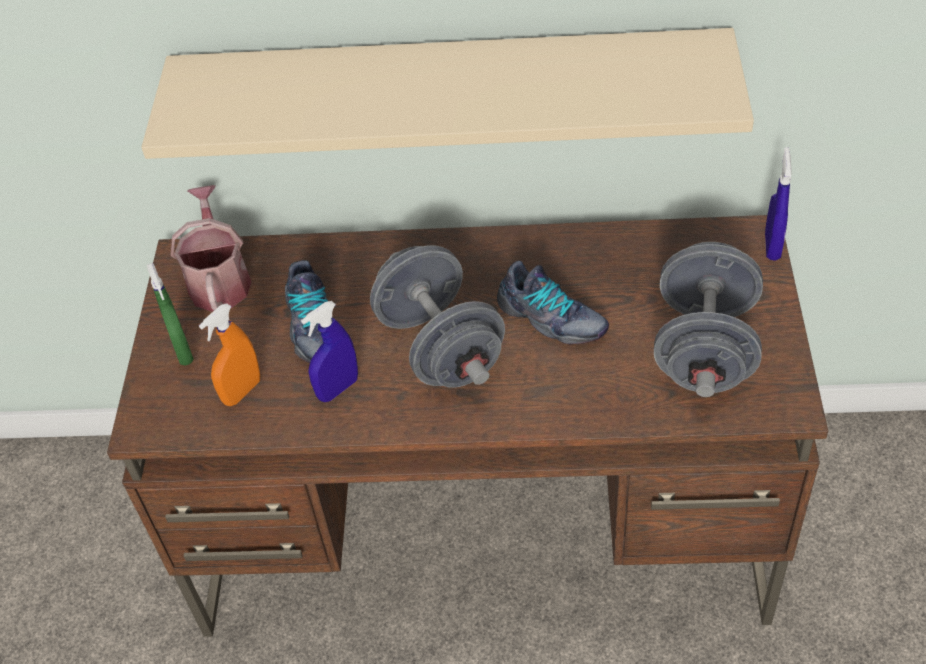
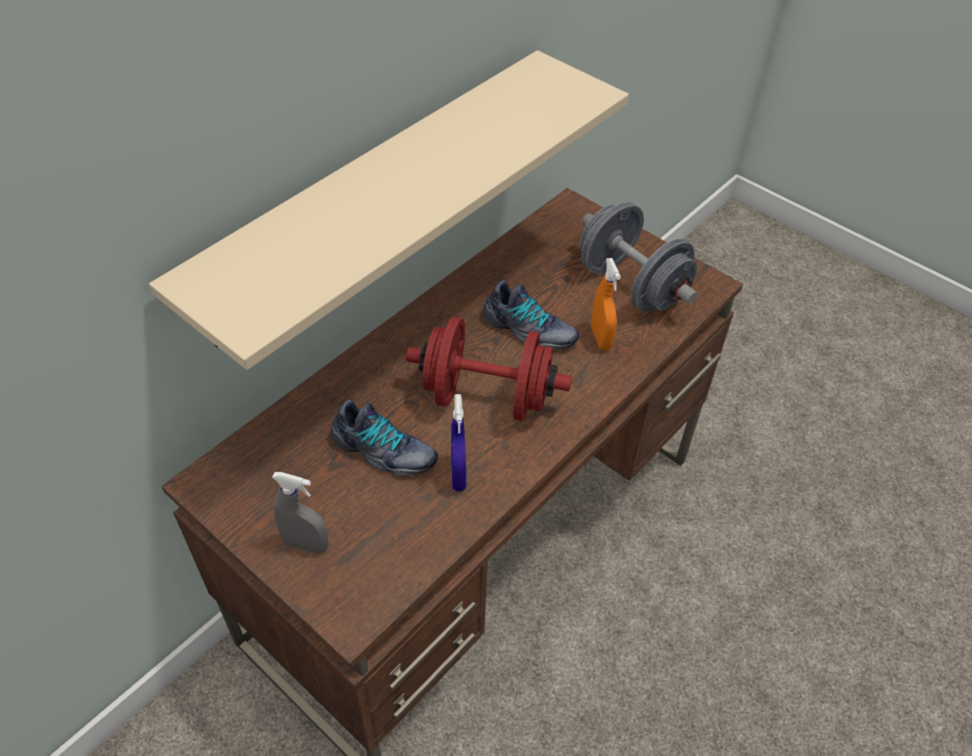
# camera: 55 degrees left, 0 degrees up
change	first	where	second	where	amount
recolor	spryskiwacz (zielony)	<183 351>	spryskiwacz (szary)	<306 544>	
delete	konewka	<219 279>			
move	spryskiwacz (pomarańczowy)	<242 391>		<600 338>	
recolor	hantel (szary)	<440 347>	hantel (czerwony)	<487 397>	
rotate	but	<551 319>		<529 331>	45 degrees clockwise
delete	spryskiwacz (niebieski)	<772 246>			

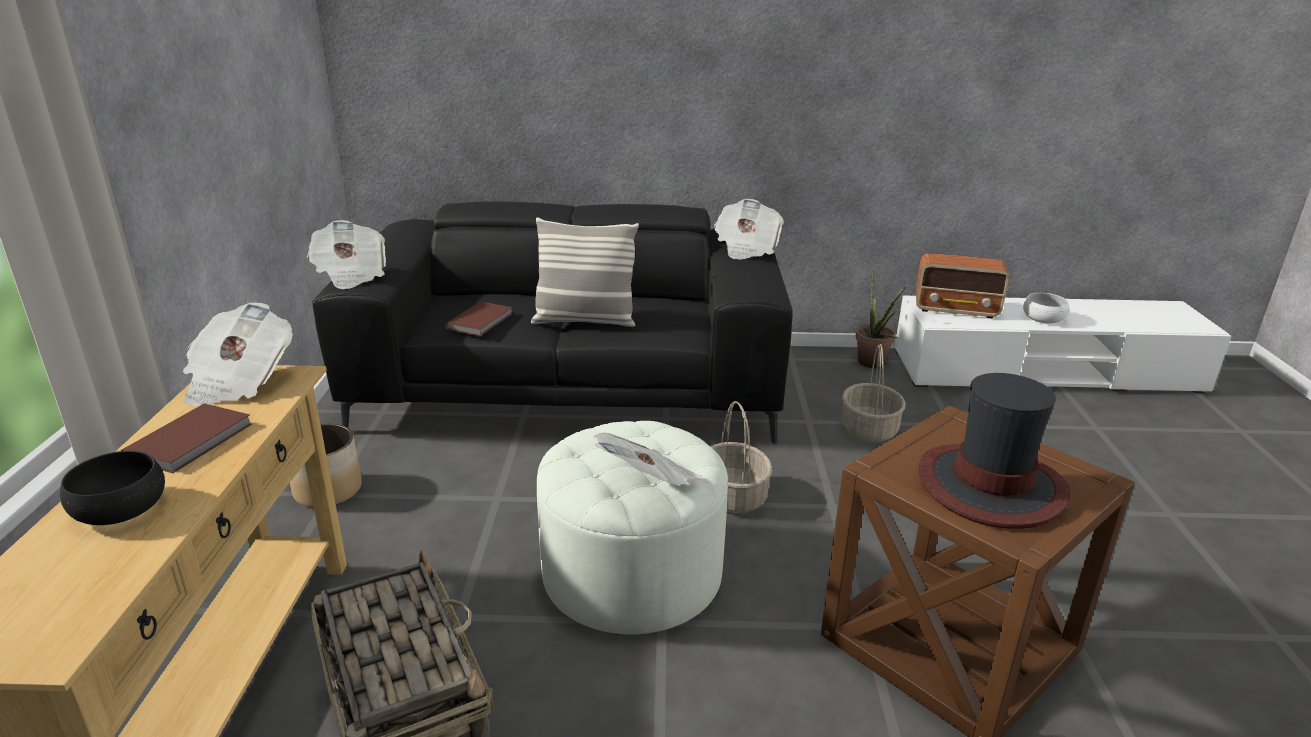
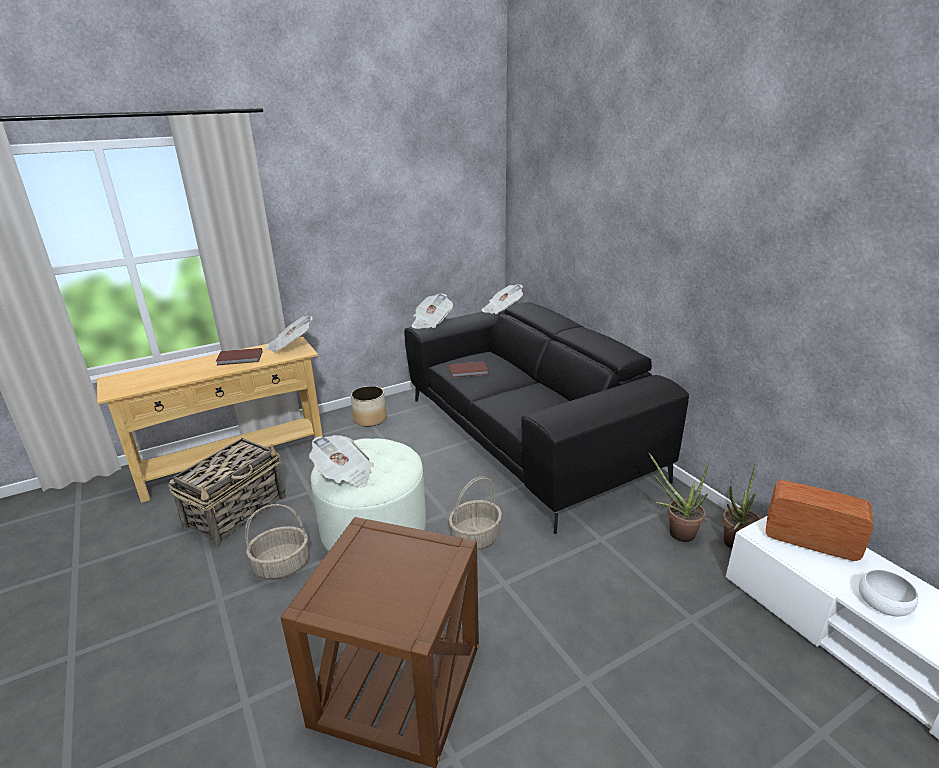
# camera: 60 degrees right, 0 degrees up
change	first	where	second	where	amount
delete	miska (czarny)	<120 509>			
delete	poduszka	<585 321>			
move	gazeta	<746 248>		<502 310>	
move	koszyk	<869 430>		<281 566>	
rotate	radio	<957 310>		<809 541>	135 degrees clockwise
delete	kapelusz	<991 486>			
insert			roślina doniczkowa	<676 533>	

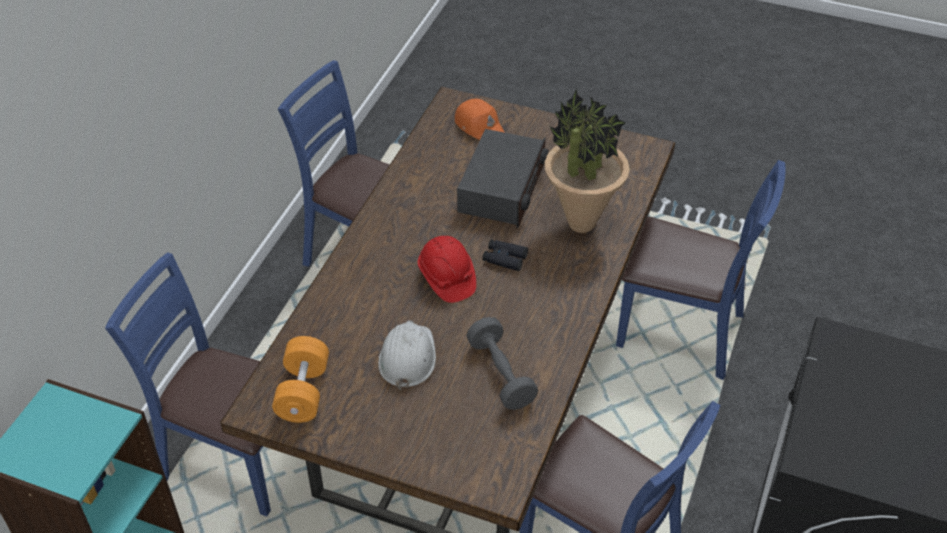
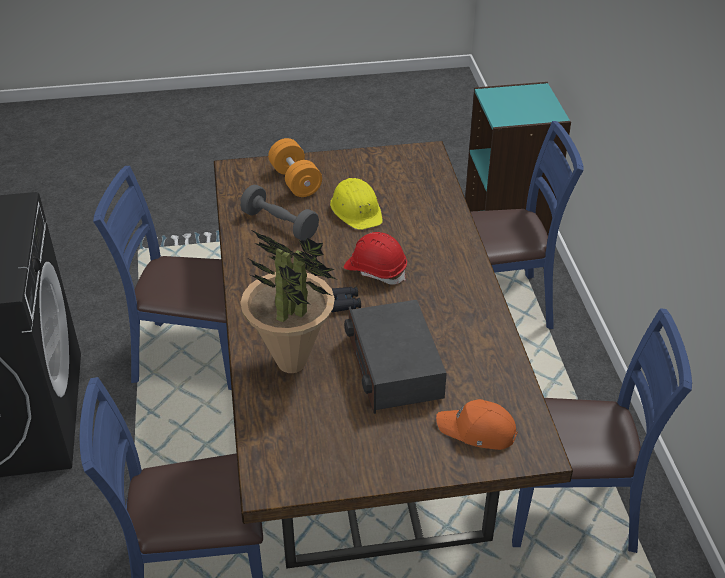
# camera: 150 degrees right, 5 degrees down
change	first	where	second	where	amount
move	hantel (pomarańczowy)	<303 392>		<295 181>	
recolor	kask (biały)	<407 357>	kask (żółty)	<356 210>	

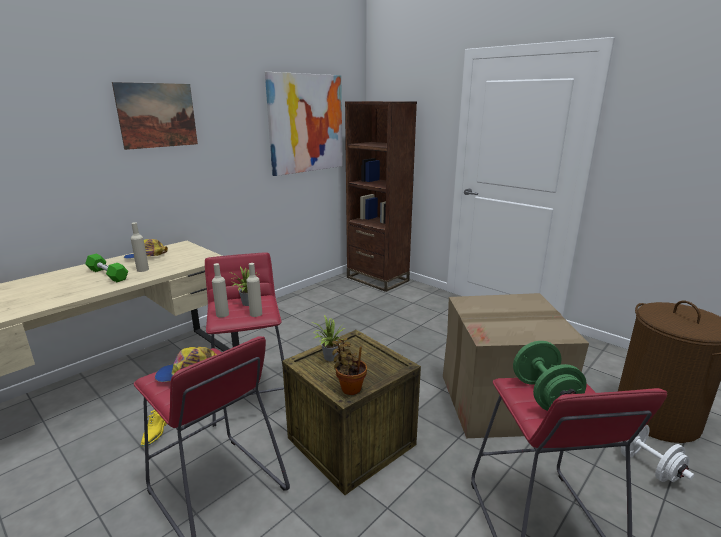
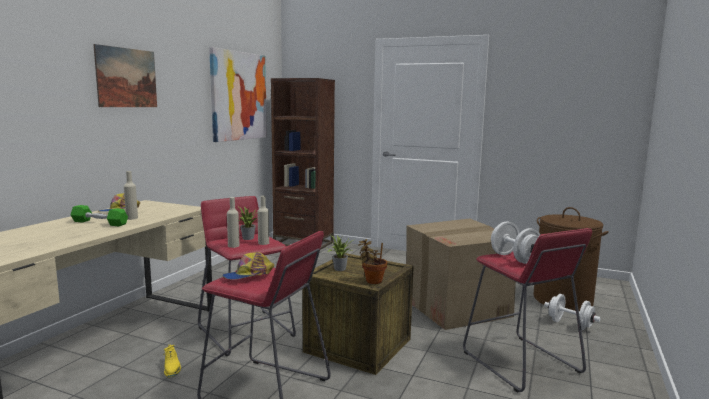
# camera: 20 degrees left, 10 degrees down
change	first	where	second	where	amount
recolor	hantel (zielony)	<544 396>	hantel (biały)	<515 258>	

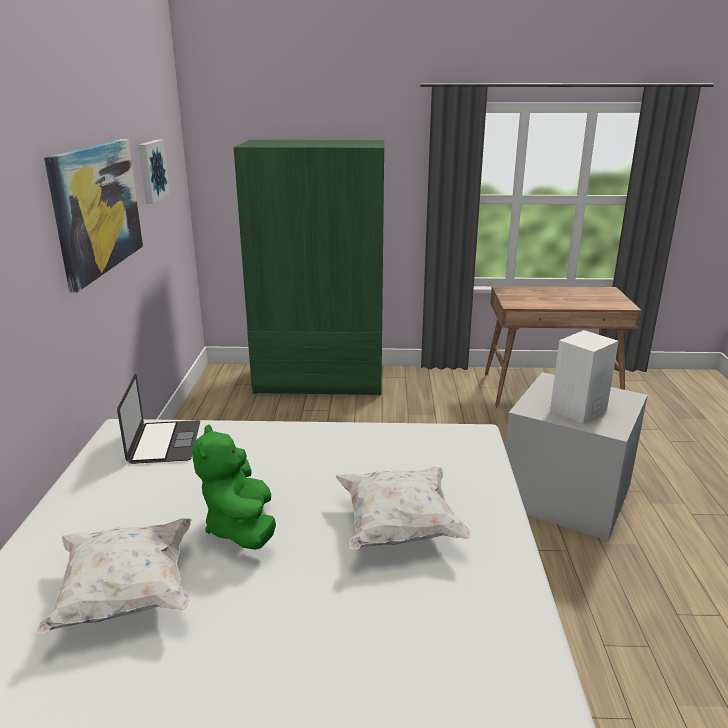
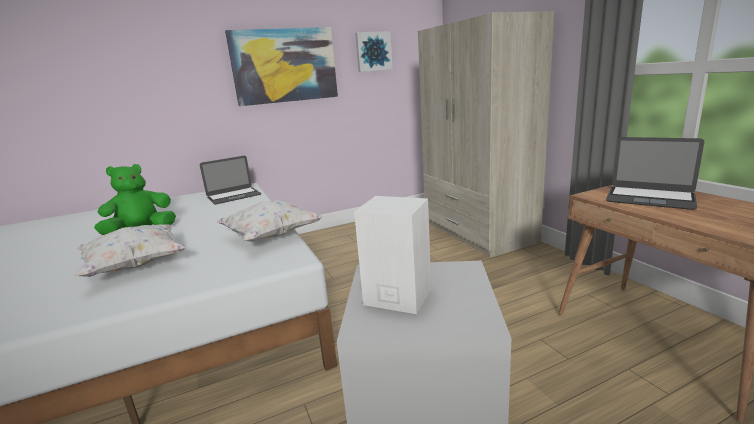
# camera: 65 degrees right, 5 degrees down
change	first	where	second	where	amount
move	poduszka (biały)	<126 594>		<271 236>	
recolor	szafa (zielony)	<320 380>	szafa (beżowy)	<477 232>	
insert			laptop	<650 198>	

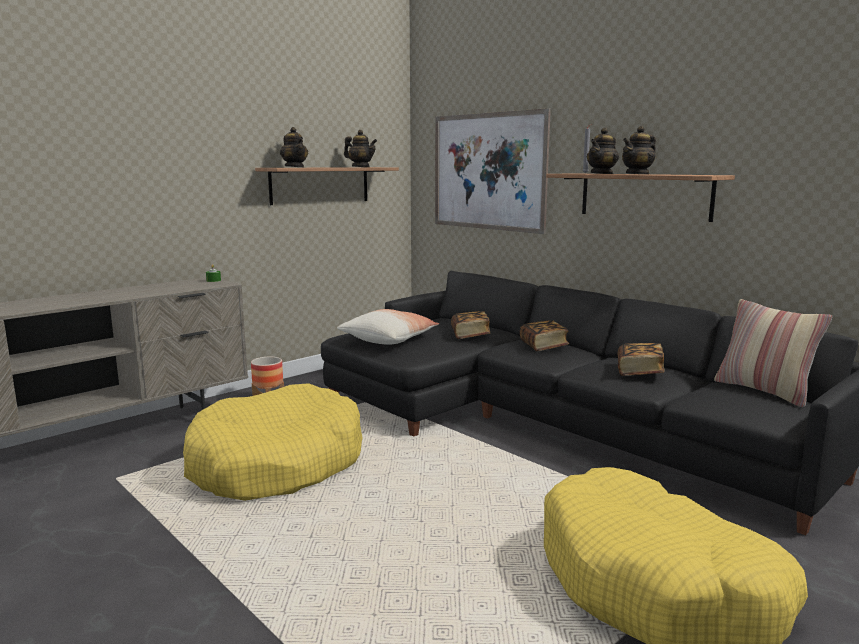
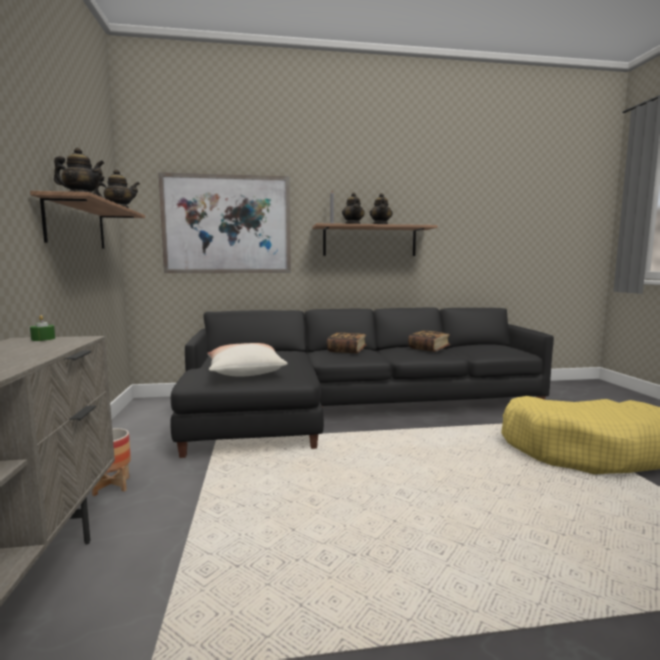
# camera: 55 degrees left, 5 degrees down
change	first	where	second	where	amount
delete	legowisko (żółty)	<276 463>			
delete	książka	<470 335>			
delete	poduszka	<764 391>			

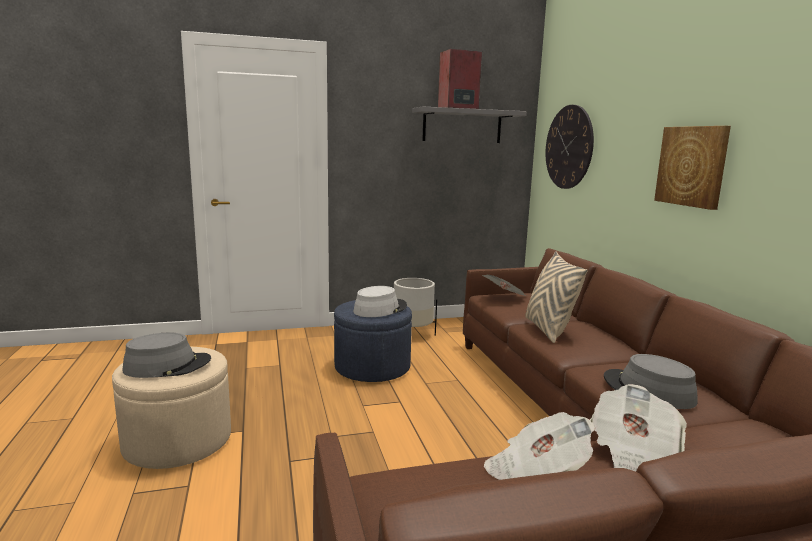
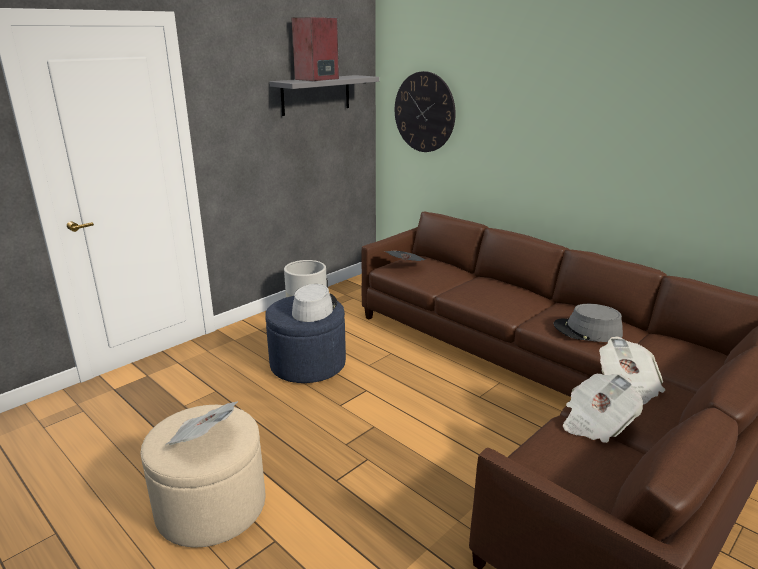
# camera: 30 degrees left, 10 degrees up
change	first	where	second	where	amount
replace	kapelusz (szary)	<168 365>	gazeta	<204 439>	
delete	poduszka (beżowy)	<548 330>			
delete	obraz	<692 166>			

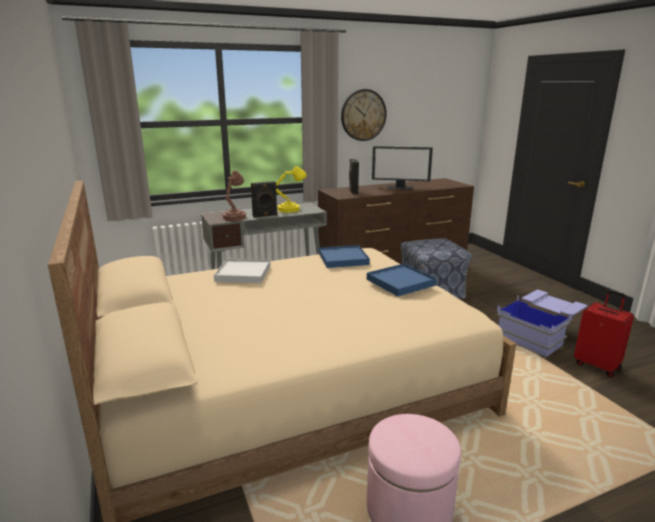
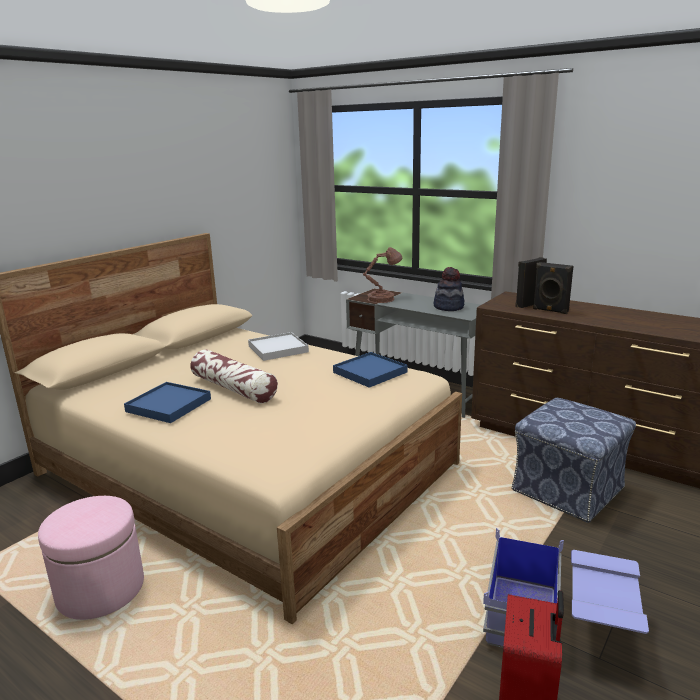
# camera: 60 degrees right, 0 degrees up
change	first	where	second	where	amount
move	głośnik (czarny)	<265 216>		<550 310>	
replace	lampa stołowa (żółty)	<290 209>	kapelusz	<448 307>	
delete	zegar ścienny	<363 115>			
move	taca (niebieski)	<400 282>		<168 405>	
delete	monitor	<400 187>			
insert			poduszka	<234 388>	

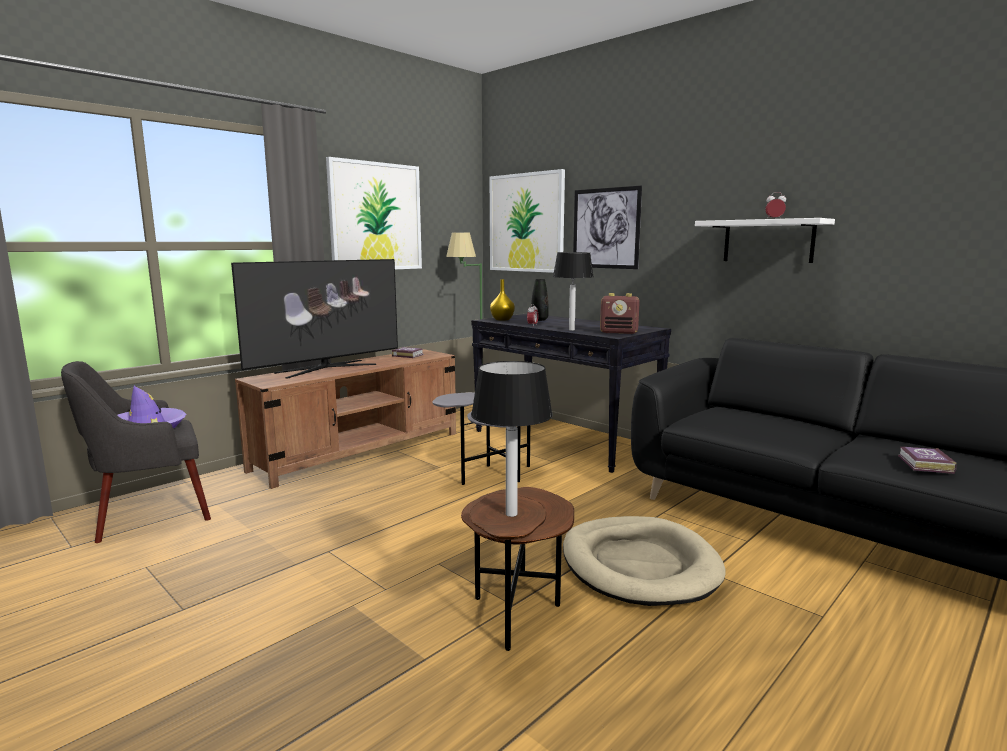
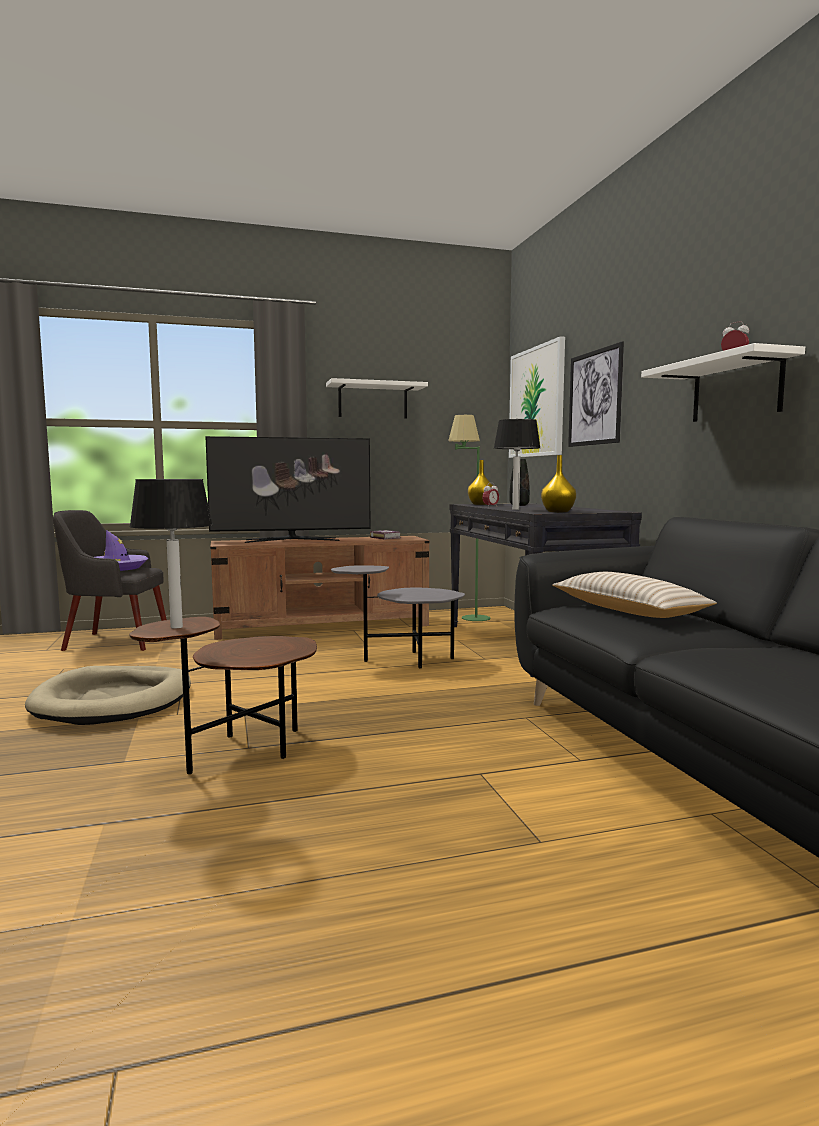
# camera: 30 degrees right, 5 degrees down
change	first	where	second	where	amount
replace	obraz	<376 217>	półka (biały)	<373 401>	
move	legowisko (beżowy)	<639 565>		<114 701>	
replace	radio	<619 332>	wazon (żółty)	<558 511>	
delete	książka	<924 464>			
insert			poduszka (beżowy)	<628 611>	

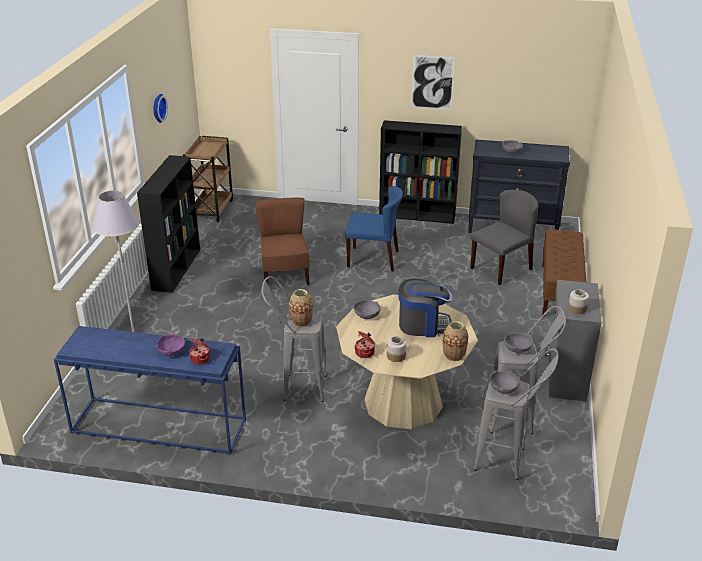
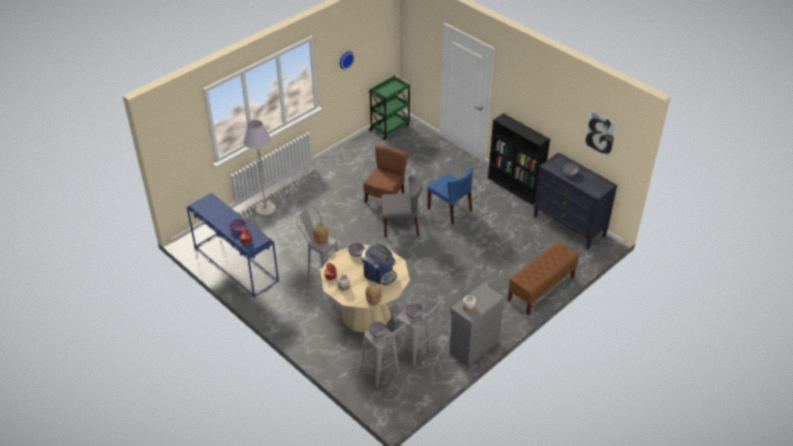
# camera: 35 degrees right, 10 degrees up
change	first	where	second	where	amount
delete	regał (czarny)	<176 268>			
recolor	wózek (brązowy)	<211 209>	wózek (zielony)	<390 127>	
move	obraz	<432 82>		<600 134>	
move	krzesło (szary)	<501 268>		<401 226>	

